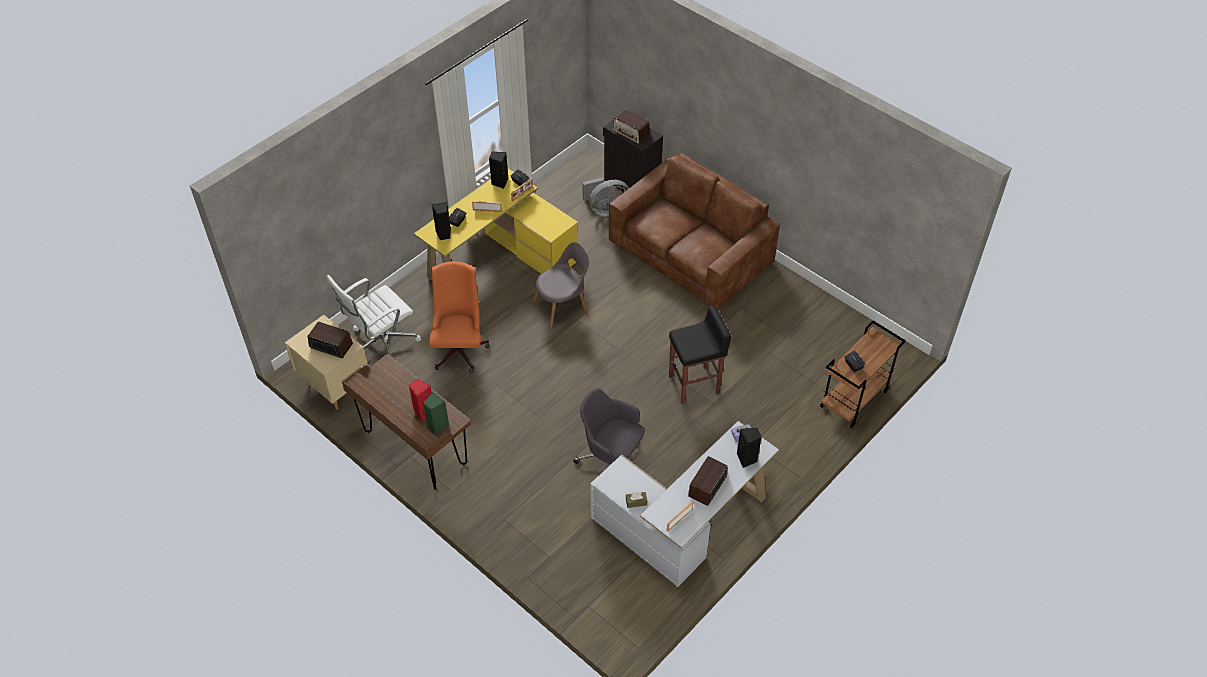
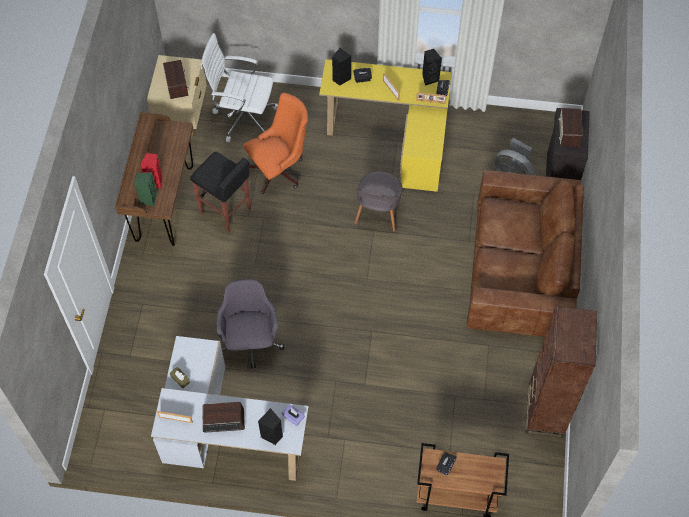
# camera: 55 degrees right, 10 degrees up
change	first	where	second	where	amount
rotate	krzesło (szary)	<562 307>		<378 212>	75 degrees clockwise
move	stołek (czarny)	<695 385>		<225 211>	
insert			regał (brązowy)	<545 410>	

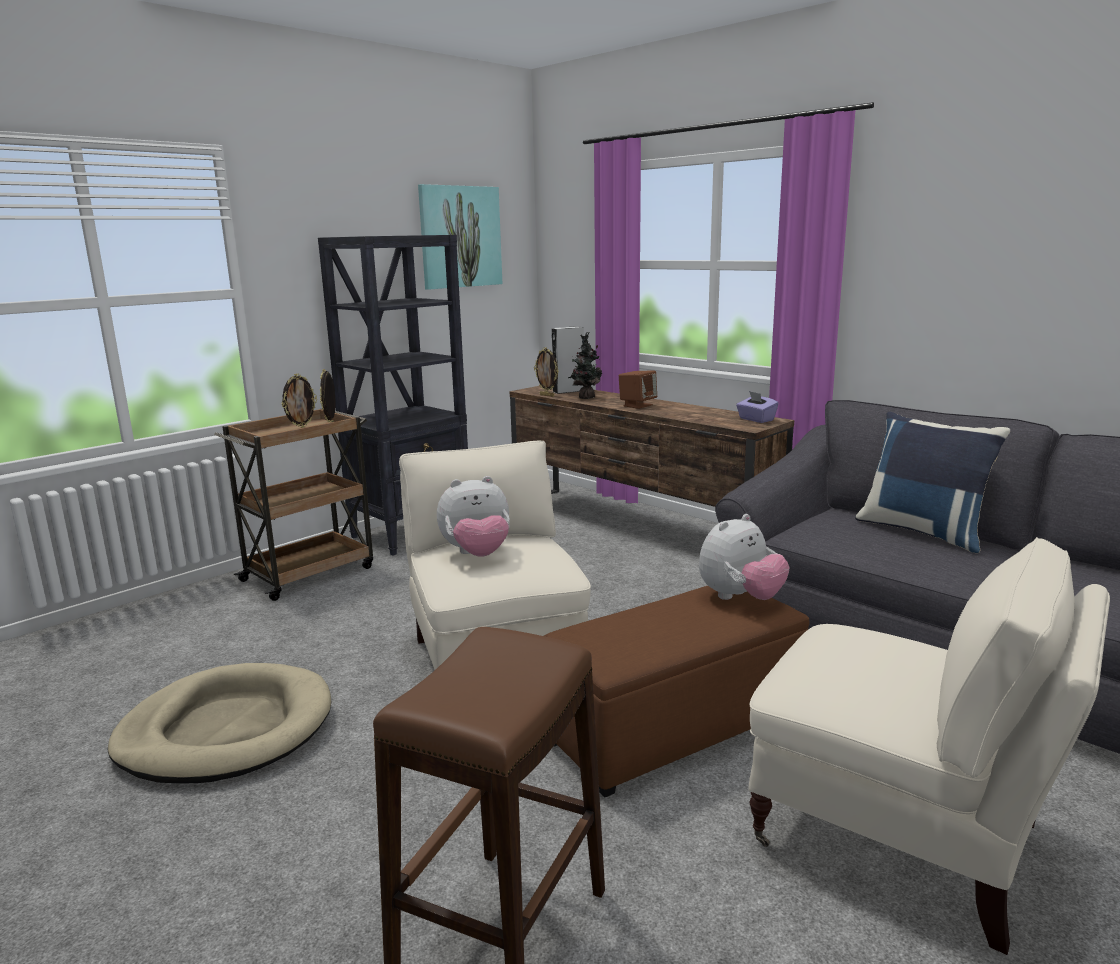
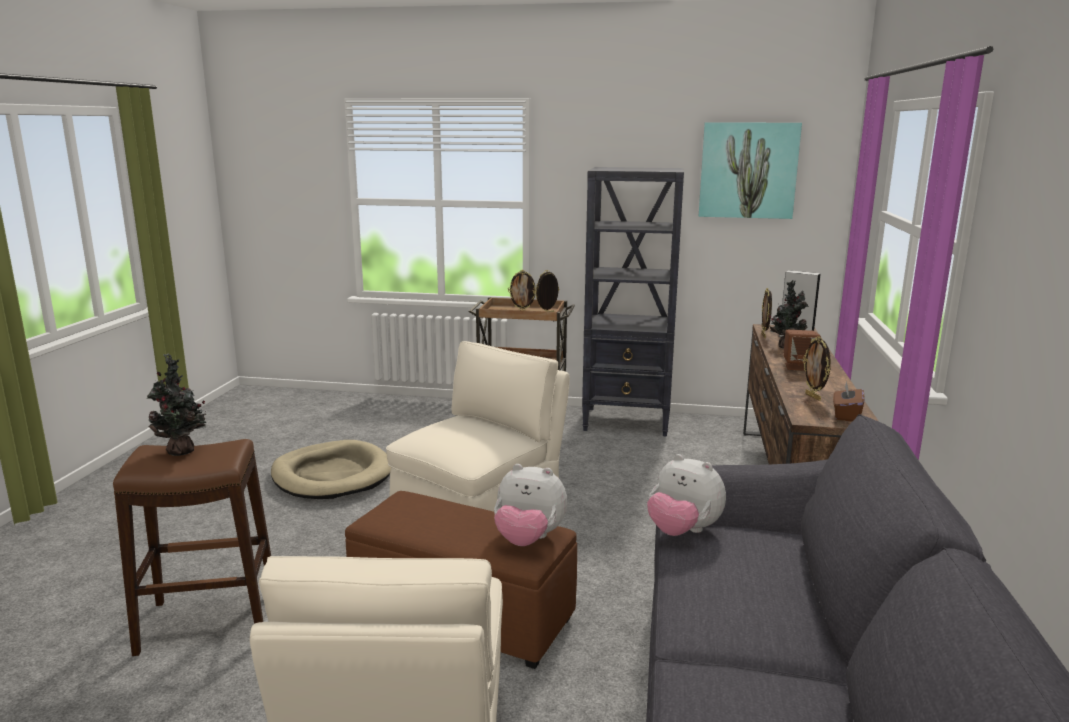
# camera: 55 degrees right, 0 degrees up
change	first	where	second	where	amount
move	pluszak	<477 554>		<683 531>	
recolor	pudełko chusteczek (fioletowy)	<756 419>	pudełko chusteczek (brązowy)	<846 415>	
delete	poduszka (niebieski)	<923 531>			
insert			roślina doniczkowa	<183 452>	
insert			ramka na zdjęcie	<813 397>	

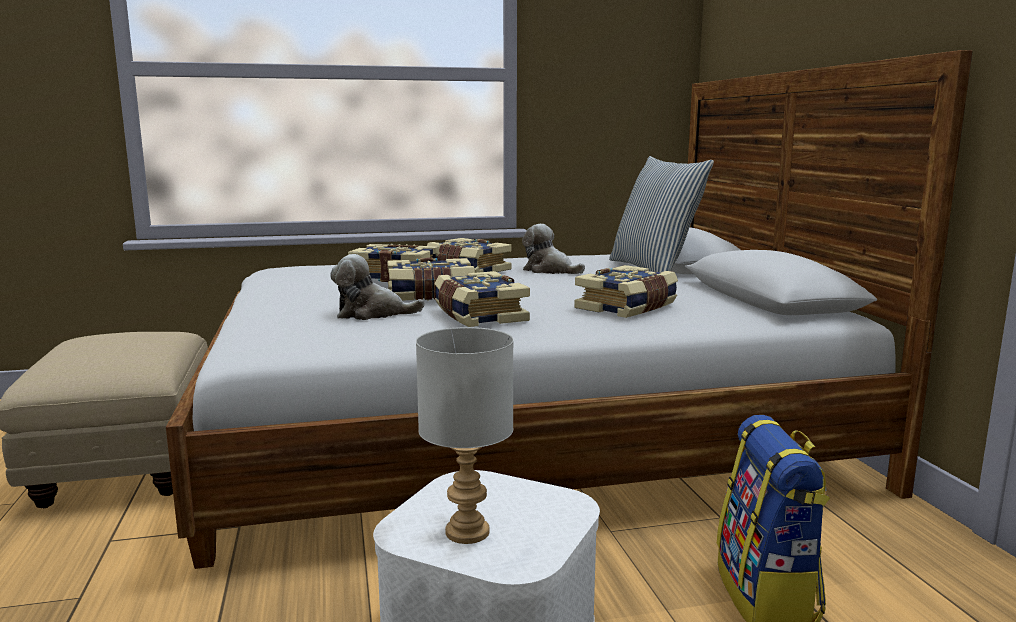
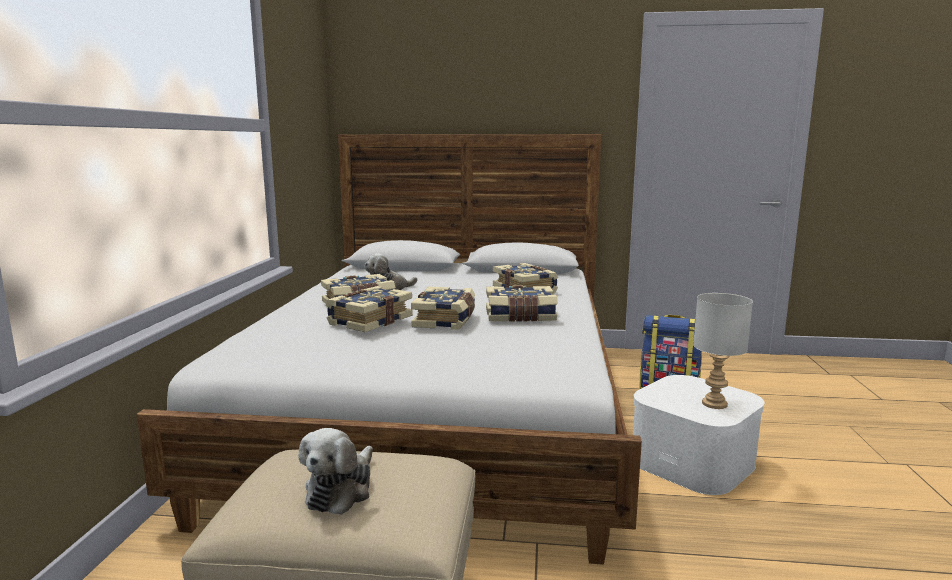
# camera: 70 degrees left, 0 degrees up
change	first	where	second	where	amount
move	pluszak	<372 314>		<341 489>	
delete	poduszka	<654 269>			

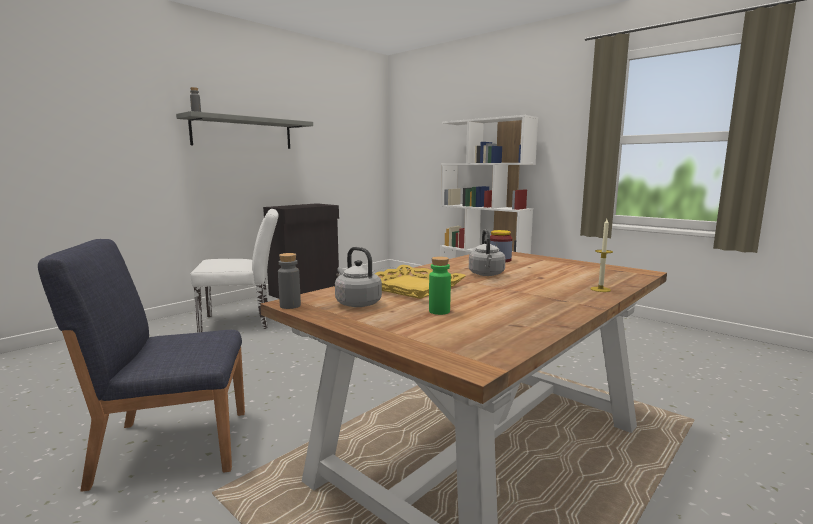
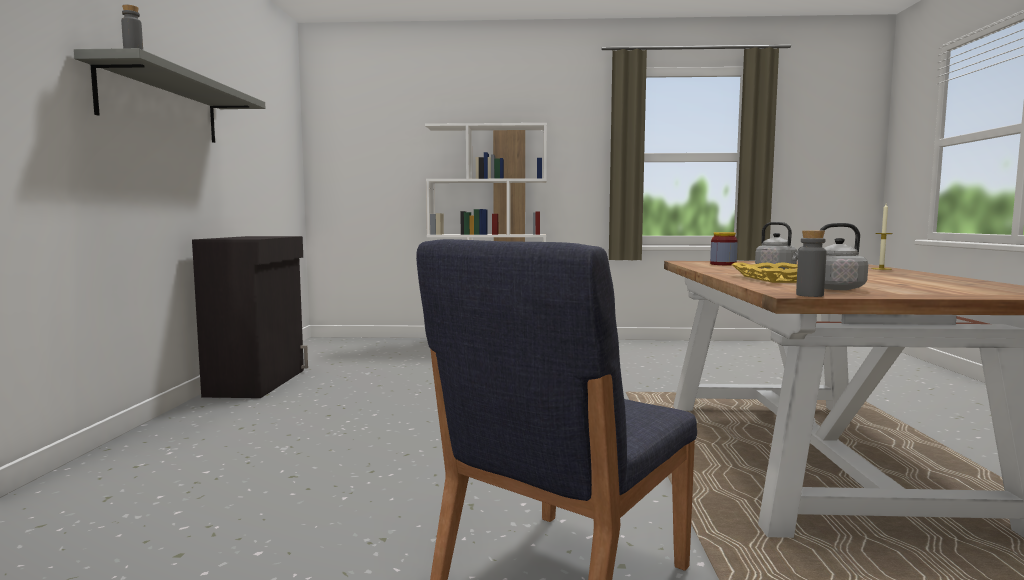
# camera: 40 degrees left, 5 degrees down
change	first	where	second	where	amount
delete	krzesło (biały)	<243 322>			
delete	butelka (zielony)	<439 311>			

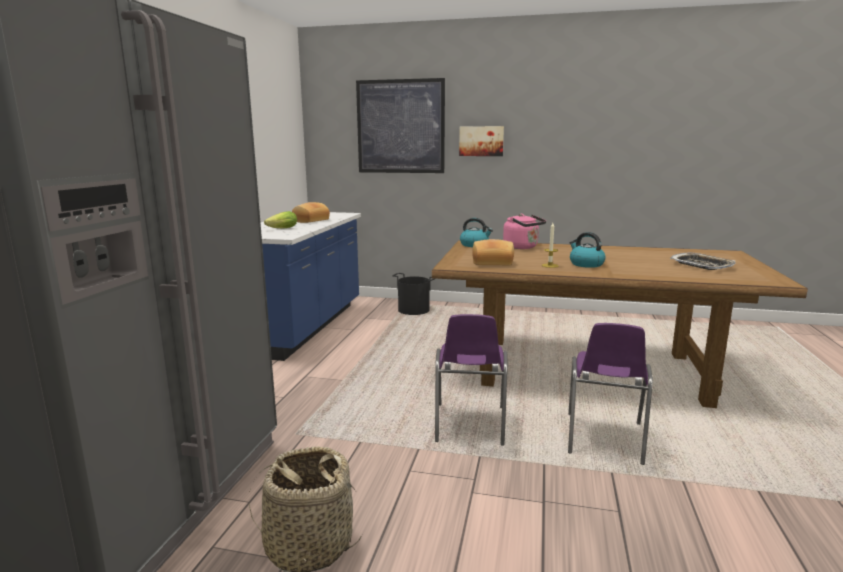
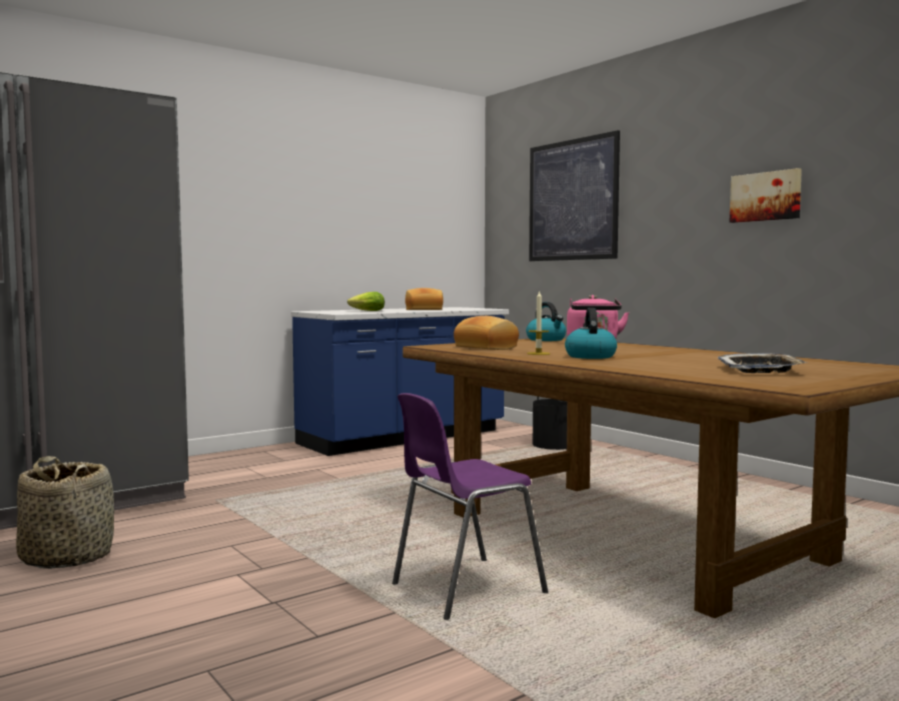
# camera: 40 degrees right, 10 degrees down
change	first	where	second	where	amount
delete	krzesło (fioletowy)	<469 425>			
move	obraz	<481 141>		<766 196>	

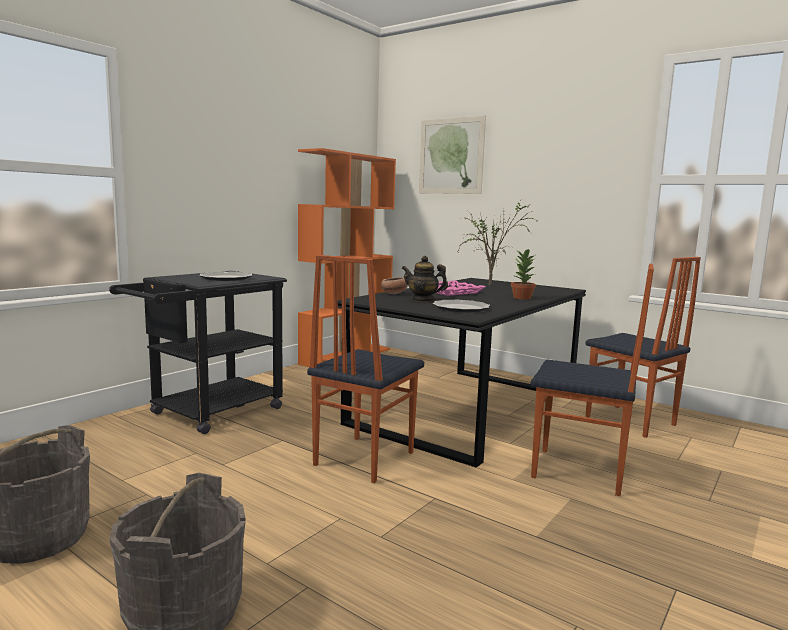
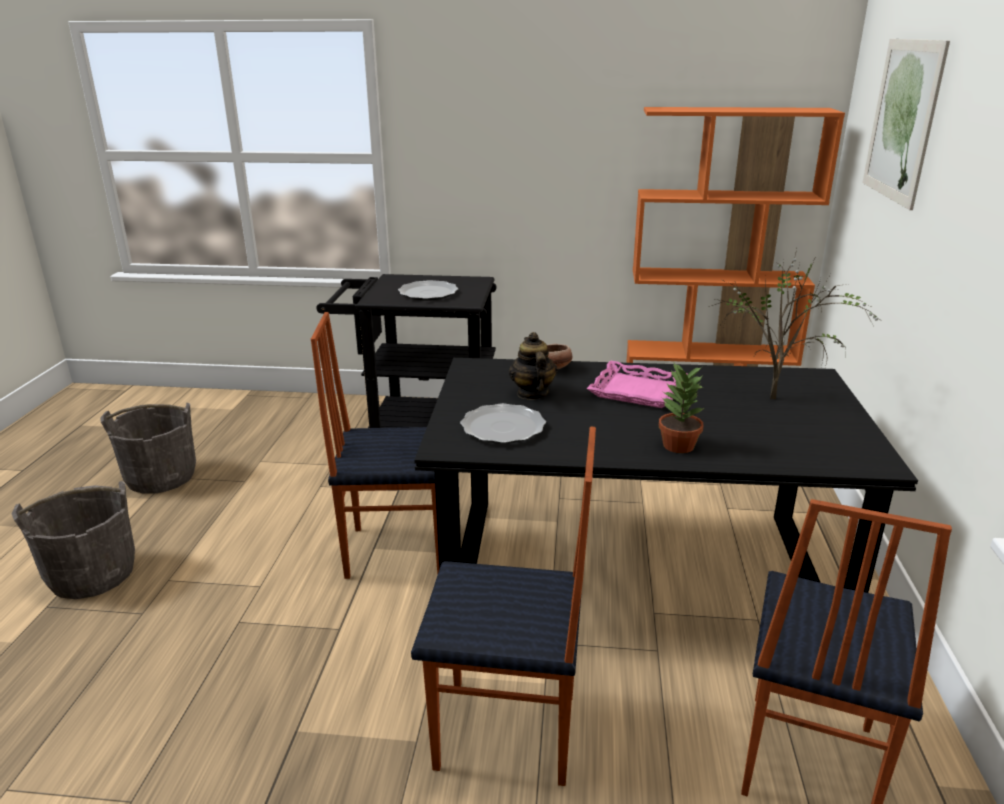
# camera: 60 degrees right, 15 degrees up
change	first	where	second	where	amount
rotate	krzesło	<579 472>		<507 733>	75 degrees counterclockwise

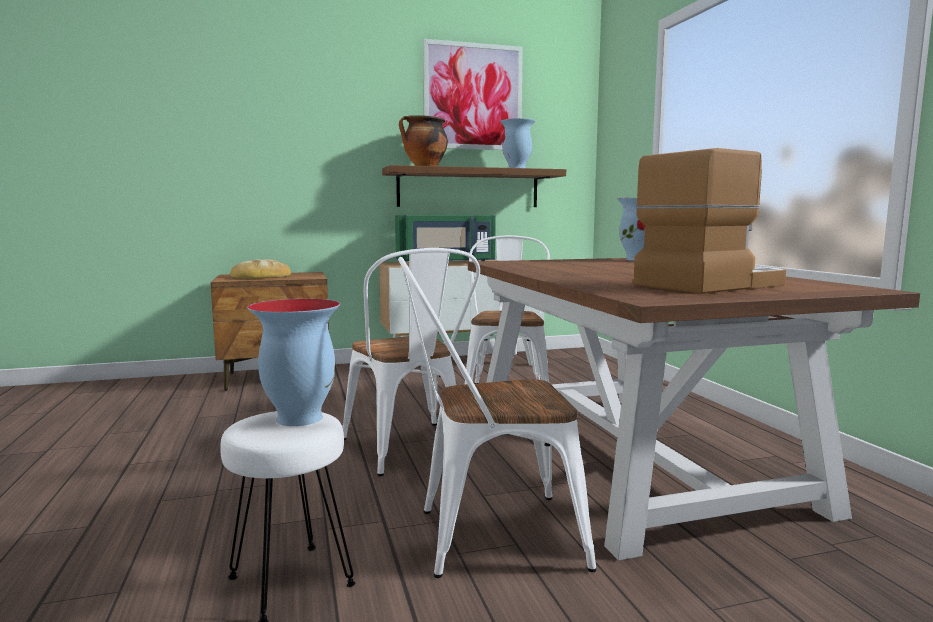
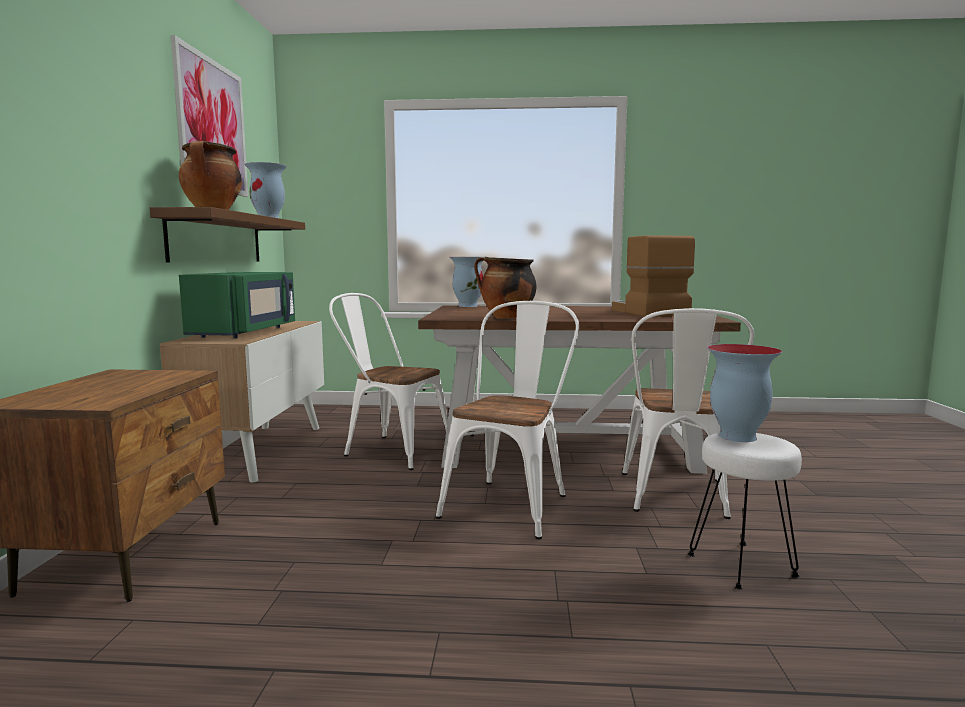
# camera: 70 degrees left, 0 degrees up
change	first	where	second	where	amount
delete	chleb	<260 276>			
rotate	krzesło (biały)	<410 452>		<511 502>	60 degrees counterclockwise
insert			garnek	<506 318>	

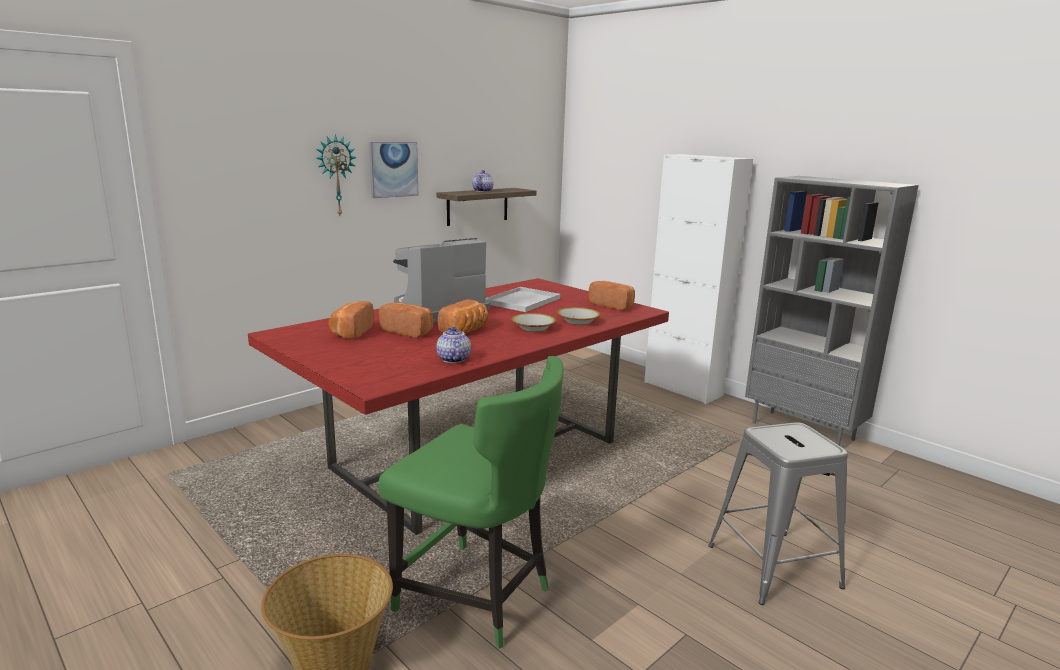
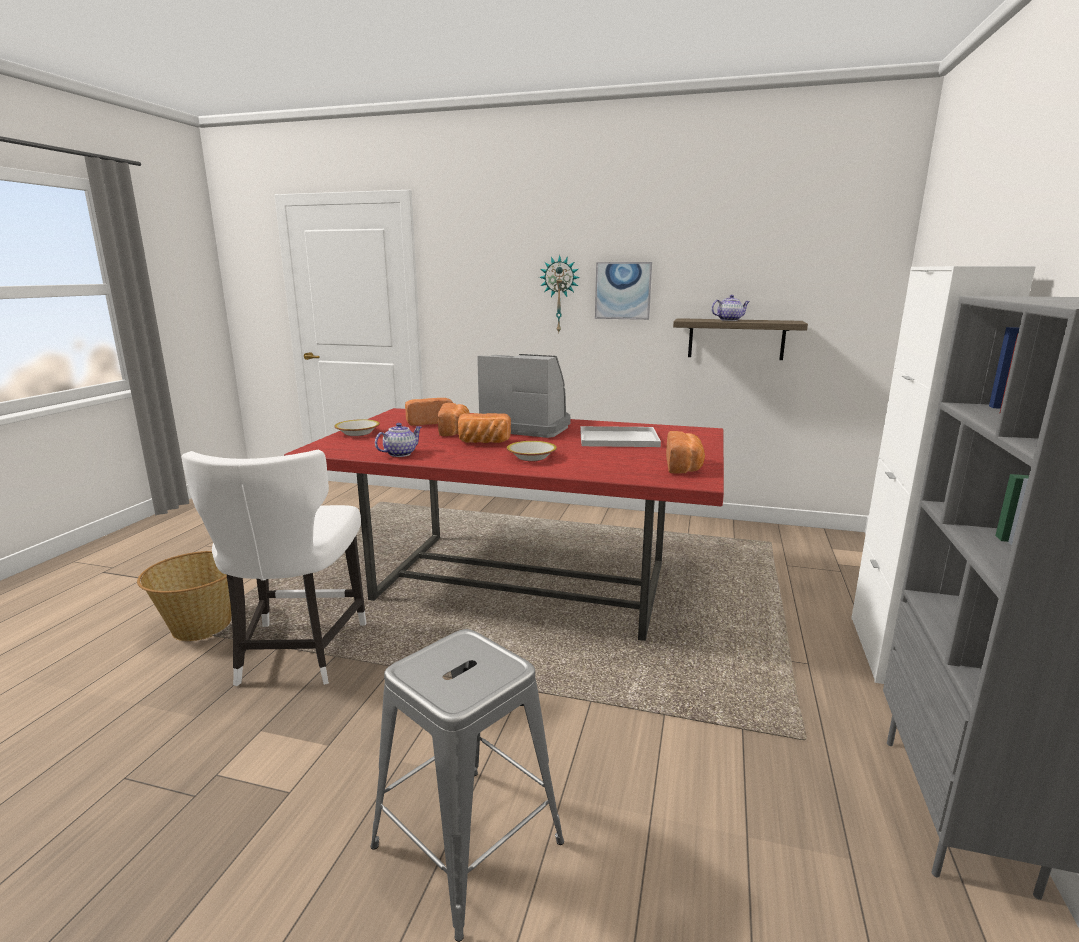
# camera: 60 degrees right, 0 degrees up
change	first	where	second	where	amount
recolor	krzesło (zielony)	<477 597>	krzesło (biały)	<298 654>	
move	miska	<578 321>		<357 433>	

